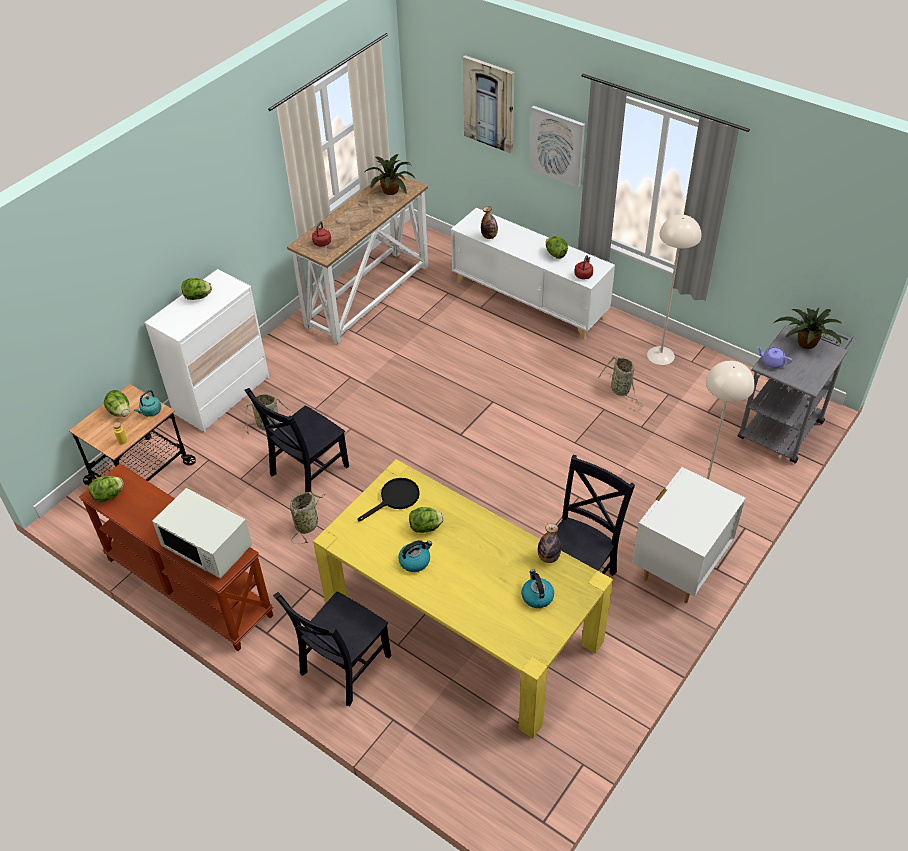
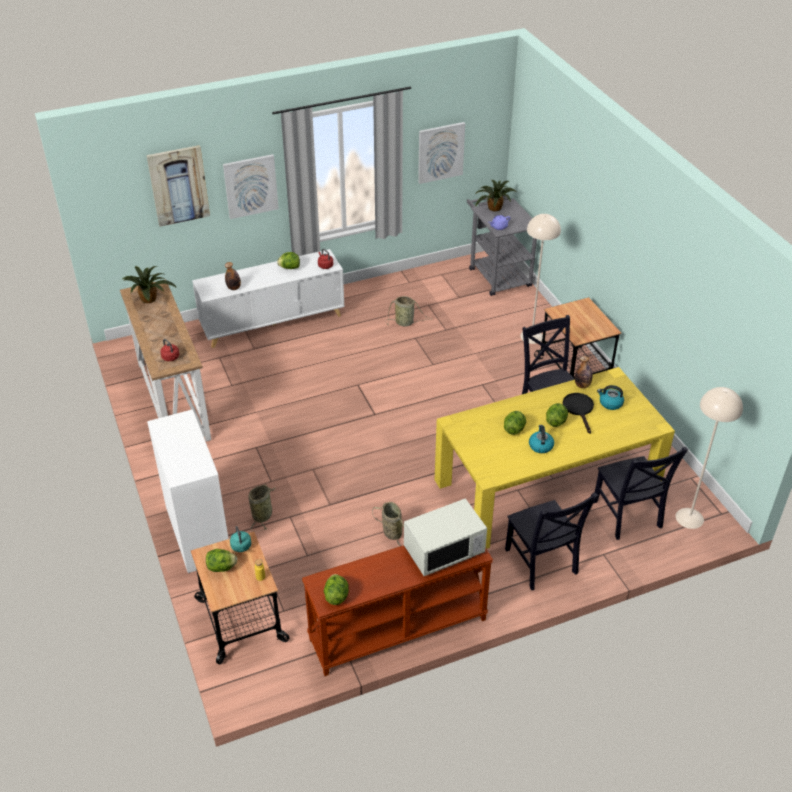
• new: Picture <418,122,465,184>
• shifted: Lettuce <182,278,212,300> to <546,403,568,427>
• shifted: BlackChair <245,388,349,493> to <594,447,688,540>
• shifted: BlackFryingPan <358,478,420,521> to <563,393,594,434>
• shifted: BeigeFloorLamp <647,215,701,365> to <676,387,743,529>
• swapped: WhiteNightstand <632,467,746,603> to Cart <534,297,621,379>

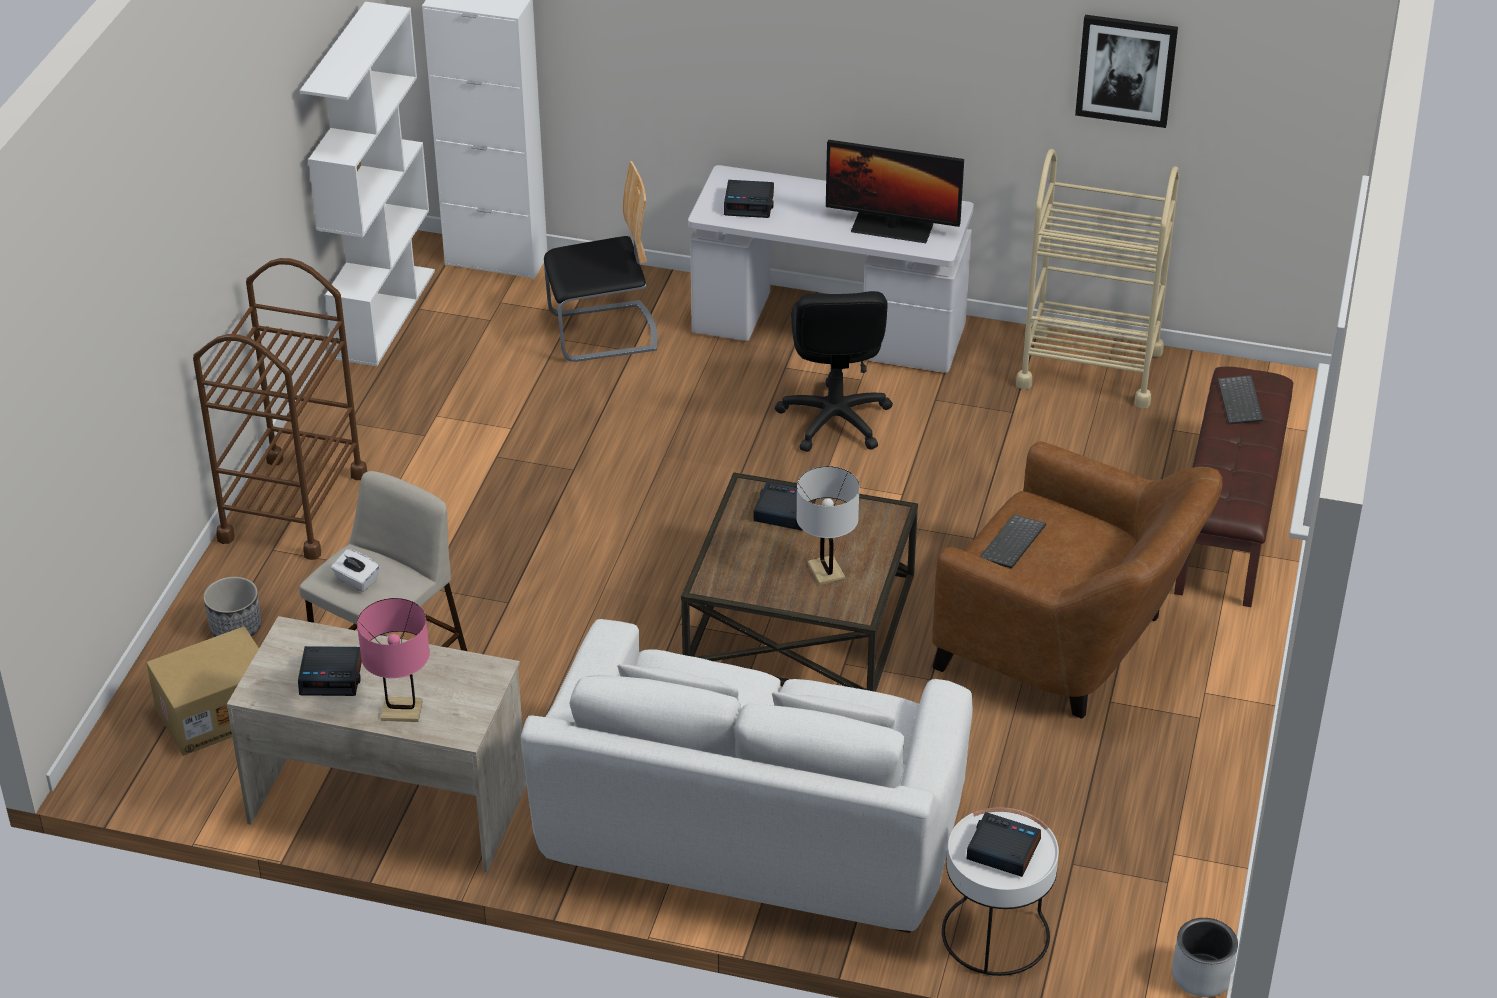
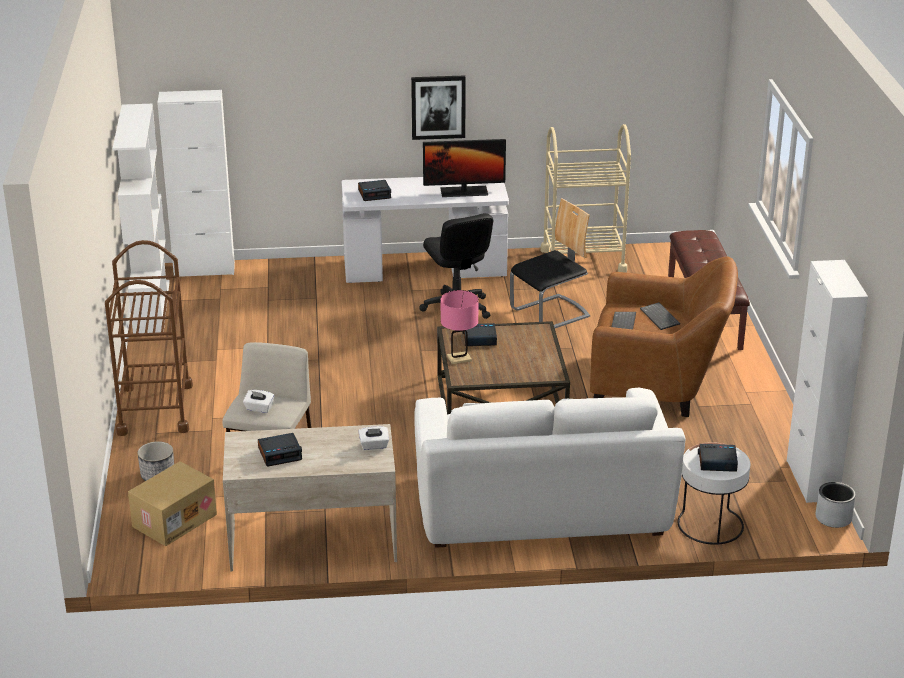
• gone: WhiteTableLamp <796,466,860,585>
• new: WhiteTissueBox <358,426,389,450>
• new: WhiteCabinet <787,260,868,503>
• shifted: PinkTableLamp <357,598,430,722> to <441,290,479,364>
• shifted: Chair <544,161,658,362> to <510,198,590,328>
• shifted: Picture <1075,15,1178,128> to <411,75,466,140>
• shifted: Keyboard <1218,375,1263,424> to <640,302,680,330>

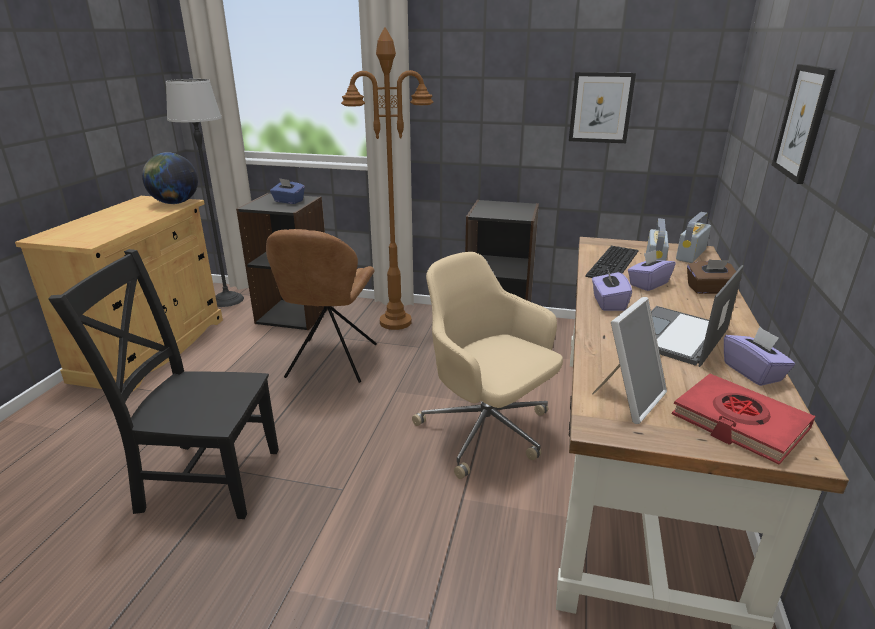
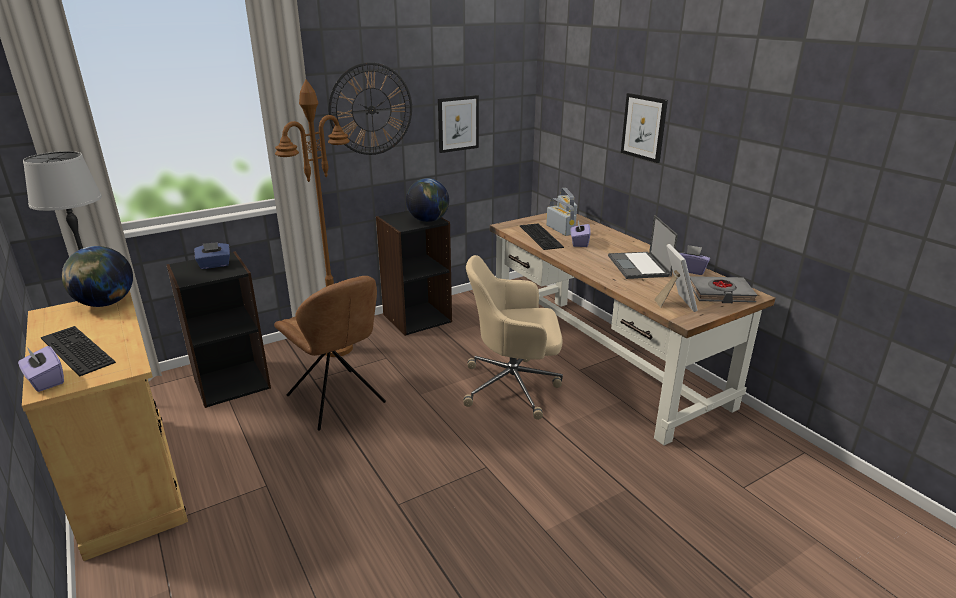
• gone: BlackChair <48,249,279,519>
• gone: BrownTissueBox <687,259,741,294>
• new: Keyboard <41,326,116,377>
• new: WallClock <328,62,412,155>
• new: Globe <406,178,449,222>
• shifted: PurpleTissueBox <592,268,632,311> to <18,346,64,392>
• repainted: RedBook <672,374,815,465> to GreyBook <690,276,757,303>

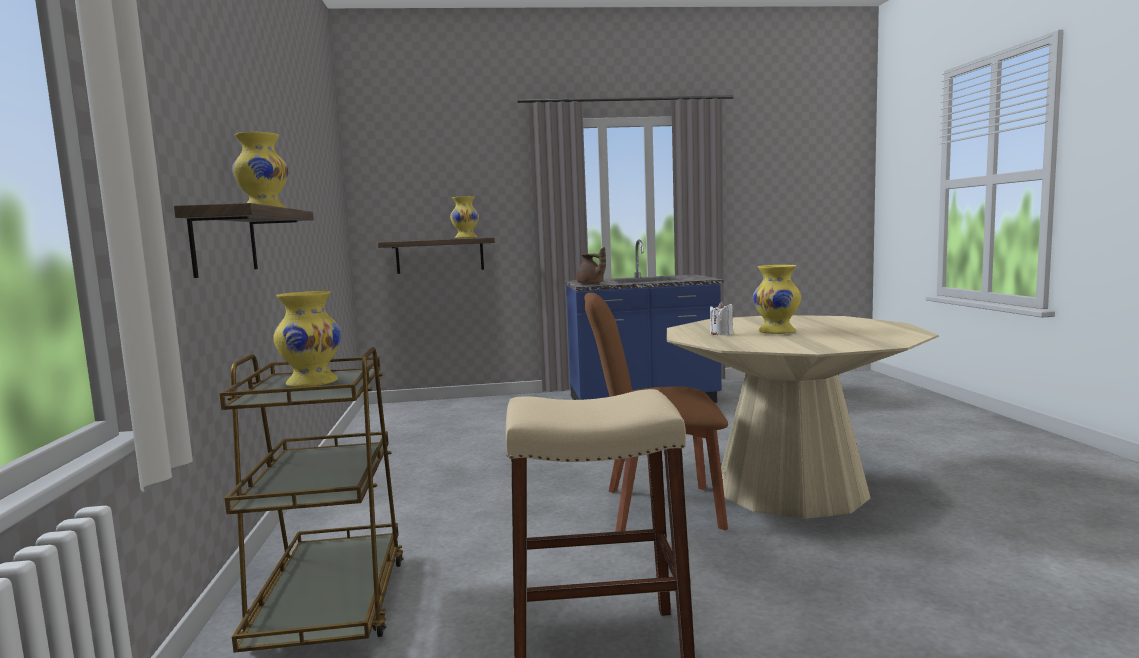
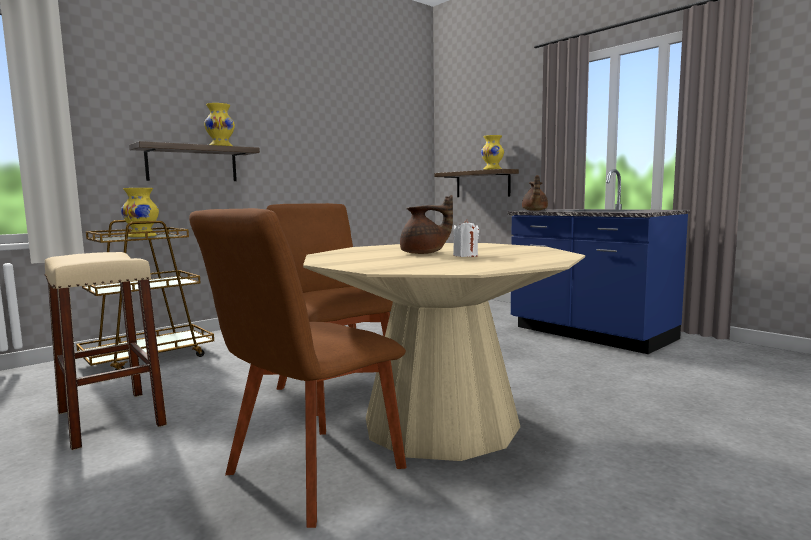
• new: BrownChair <189,208,407,528>
• shifted: WhiteCandle <710,301,733,335> to <453,220,479,257>
• swapped: YellowVase <753,265,801,334> to BrownTeapot <400,195,453,254>

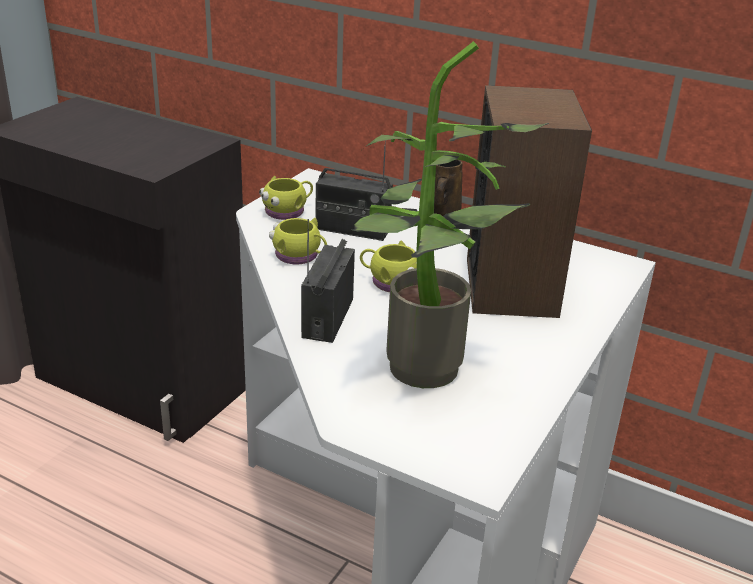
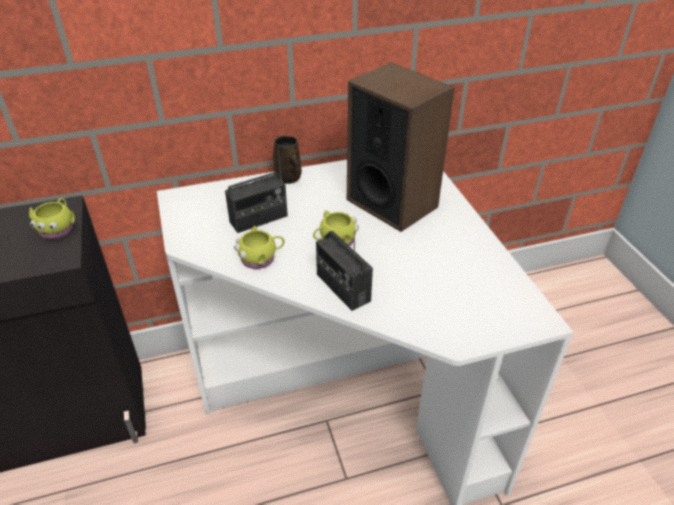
• gone: PottedPlant <350,41,549,388>
• shifted: YellowMug <259,176,313,220> to <29,198,75,239>

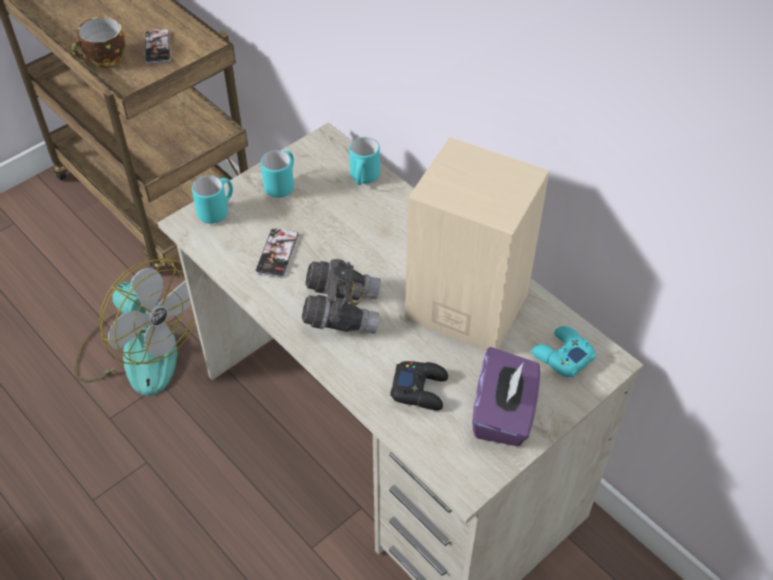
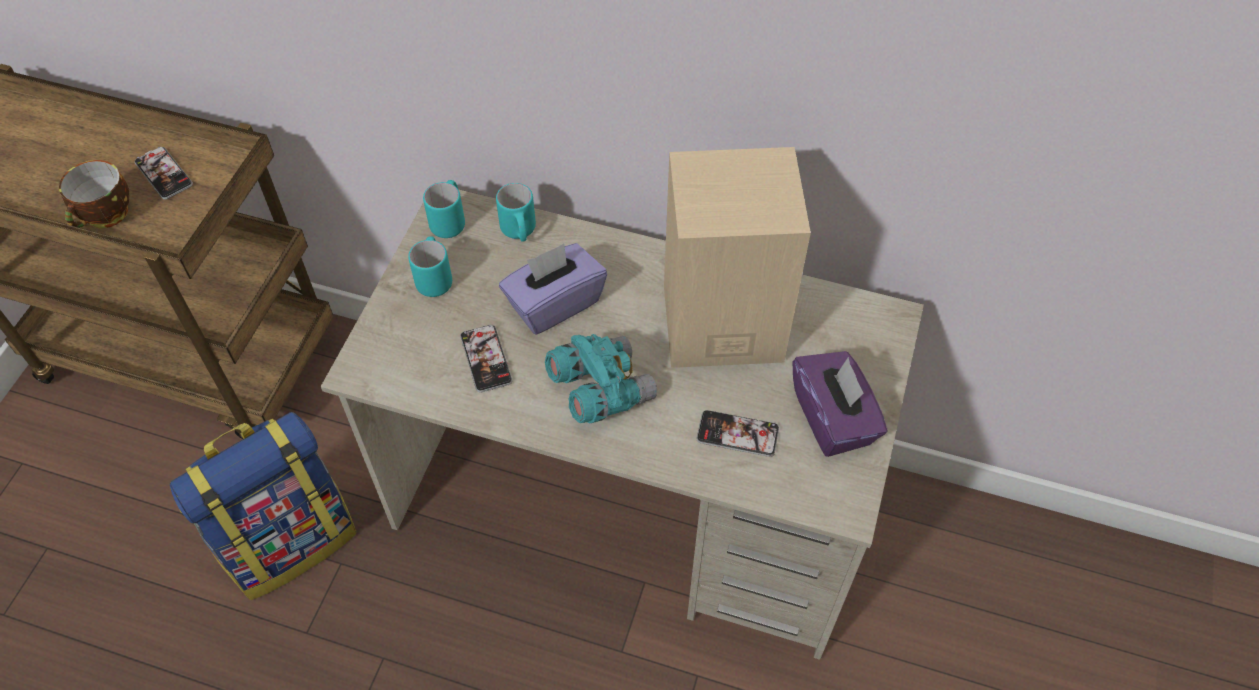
• gone: TurquoiseGameController <532,326,596,378>
• new: PurpleTissueBox <499,243,607,334>
• shifted: TurquoiseMug <192,176,233,224> to <423,180,465,238>
• swapped: Fan <75,258,196,396> to Backpack <170,412,357,600>
• swapped: BlackGameController <390,361,448,411> to Phone <696,410,779,457>
• repainted: GreyBinoculars <302,259,381,334> to TurquoiseBinoculars <545,334,657,423>

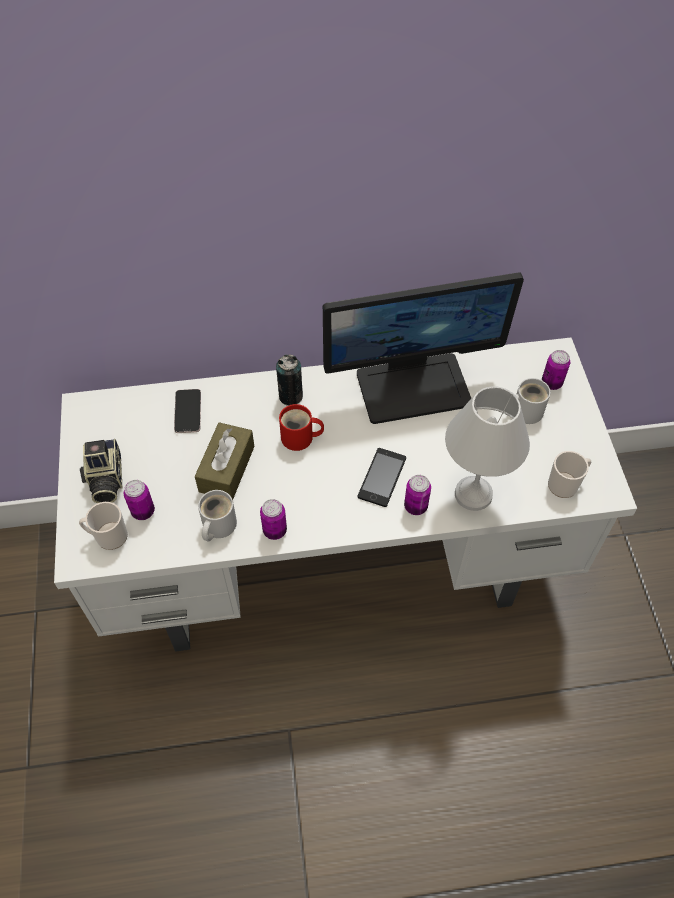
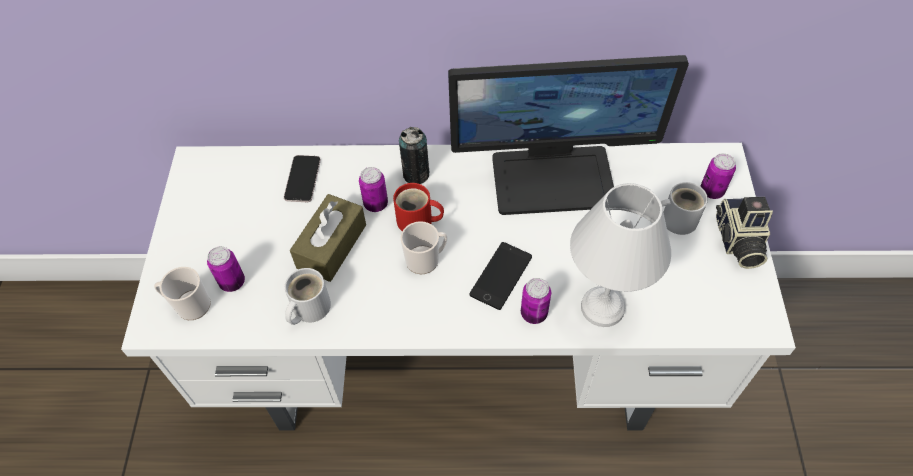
• shifted: PhotoCamera <80,439,123,503> to <716,197,773,269>
• shifted: Can <260,499,287,540> to <359,167,388,212>
• shifted: Mug <548,451,591,498> to <401,221,447,274>

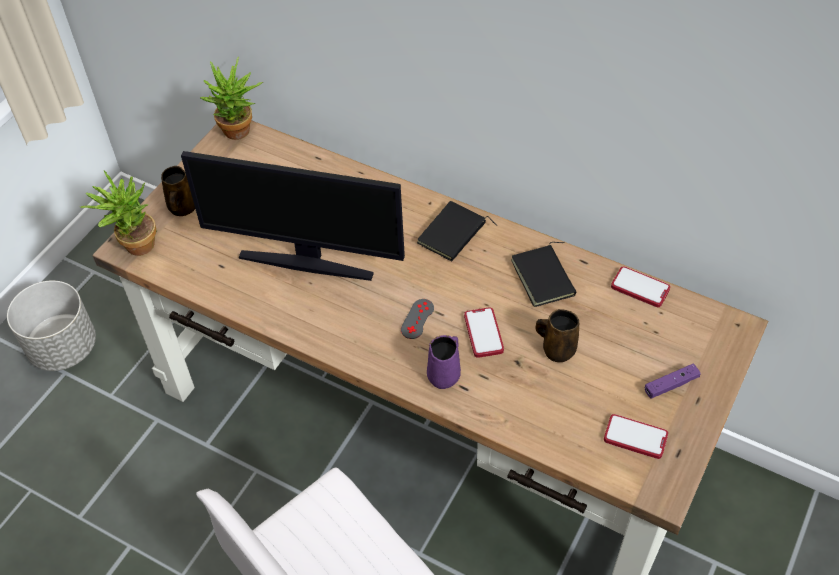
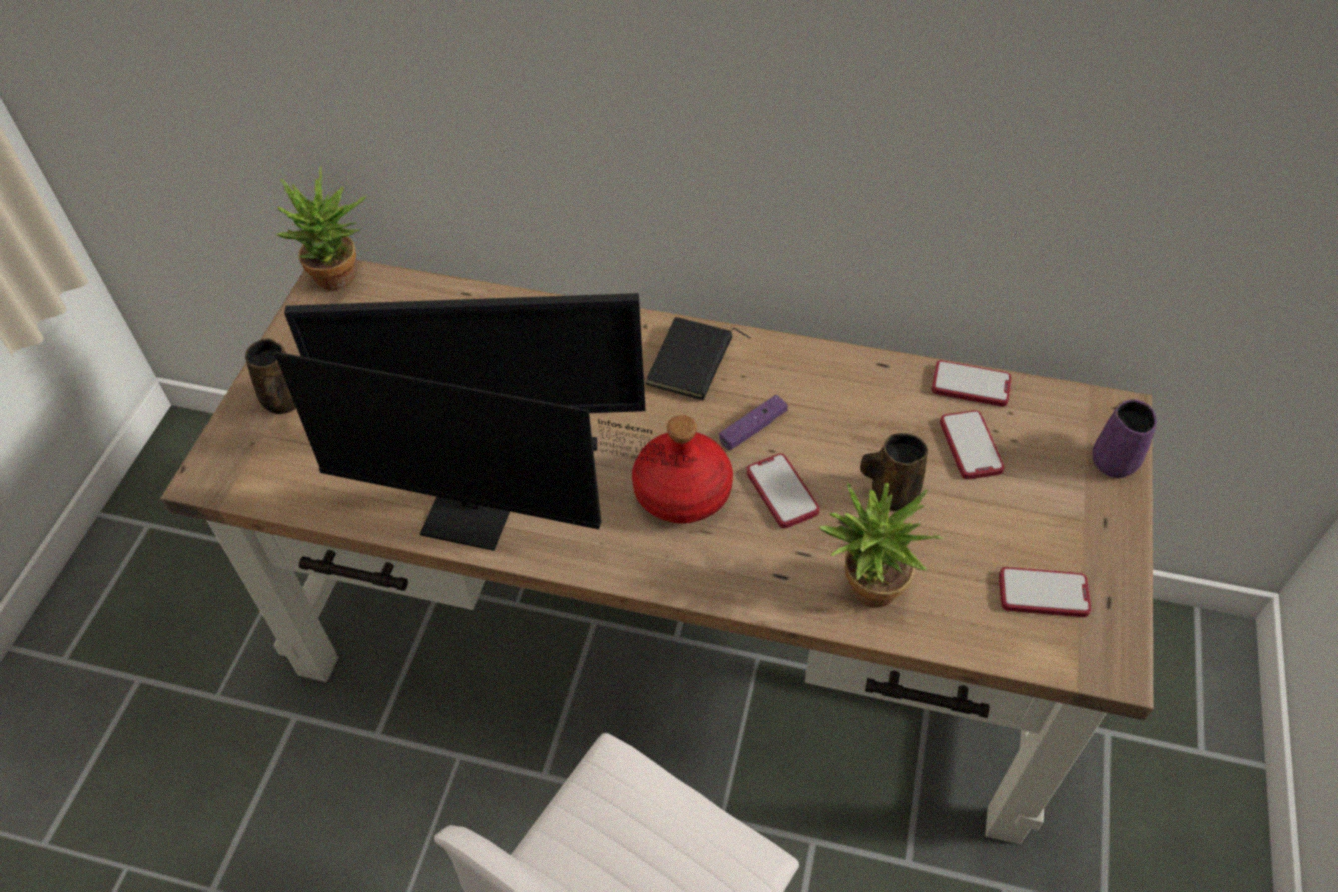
• gone: GreyPlanter <7,280,96,371>
• gone: BlackBook <511,242,577,307>
• new: Monitor <275,352,697,551>
• new: Phone <940,410,1005,479>
• shifted: PottedPlant <80,171,156,256> to <819,483,943,608>
• shifted: PurpleMug <427,335,461,389> to <1093,399,1157,478>
• shifted: PurpleGameController <645,364,701,398> to <719,395,788,451>
• swapped: GreyGameController <401,299,434,339> to RedBottle <632,415,733,524>

